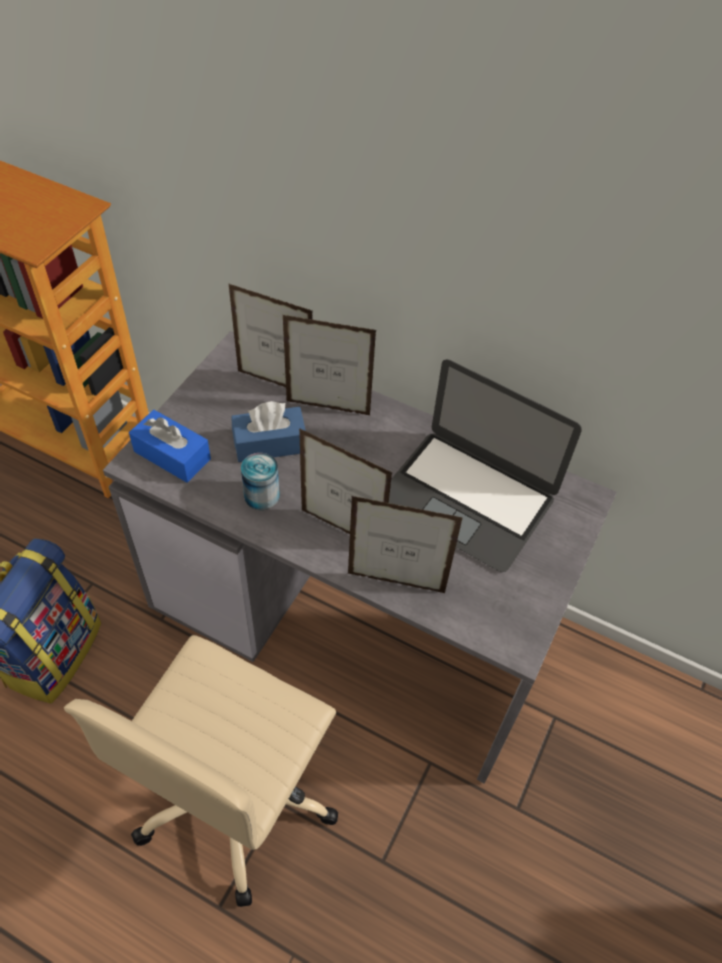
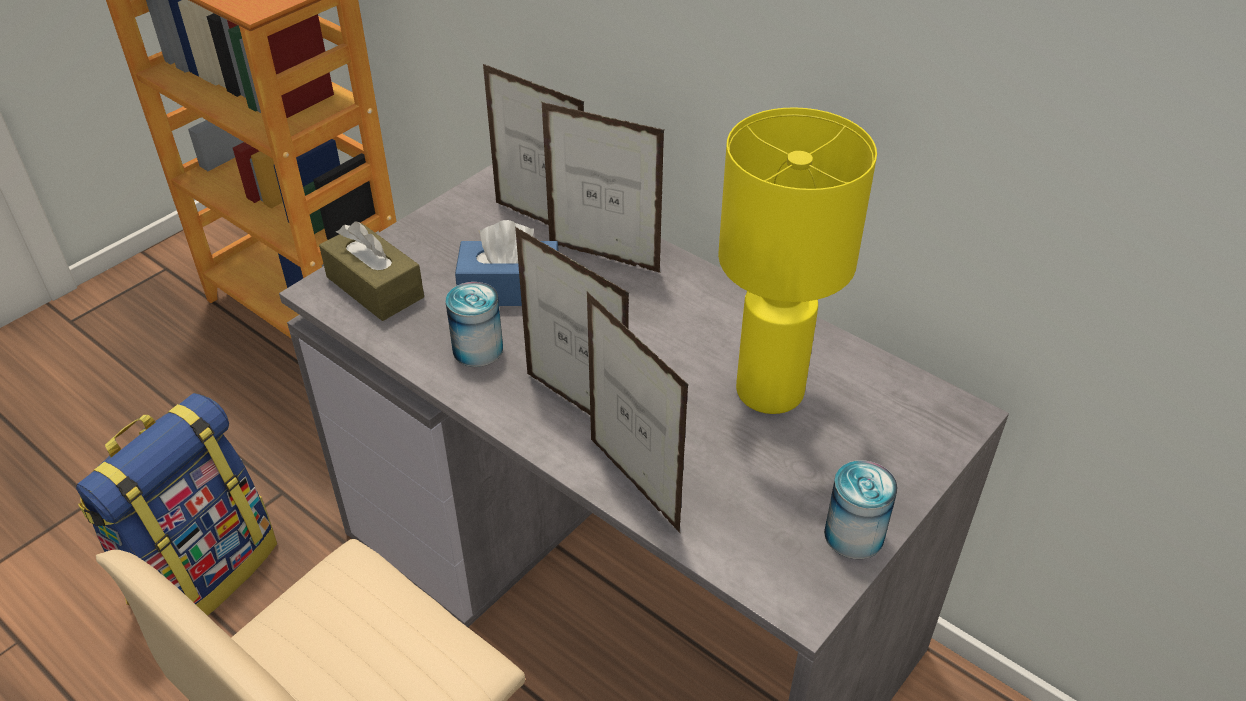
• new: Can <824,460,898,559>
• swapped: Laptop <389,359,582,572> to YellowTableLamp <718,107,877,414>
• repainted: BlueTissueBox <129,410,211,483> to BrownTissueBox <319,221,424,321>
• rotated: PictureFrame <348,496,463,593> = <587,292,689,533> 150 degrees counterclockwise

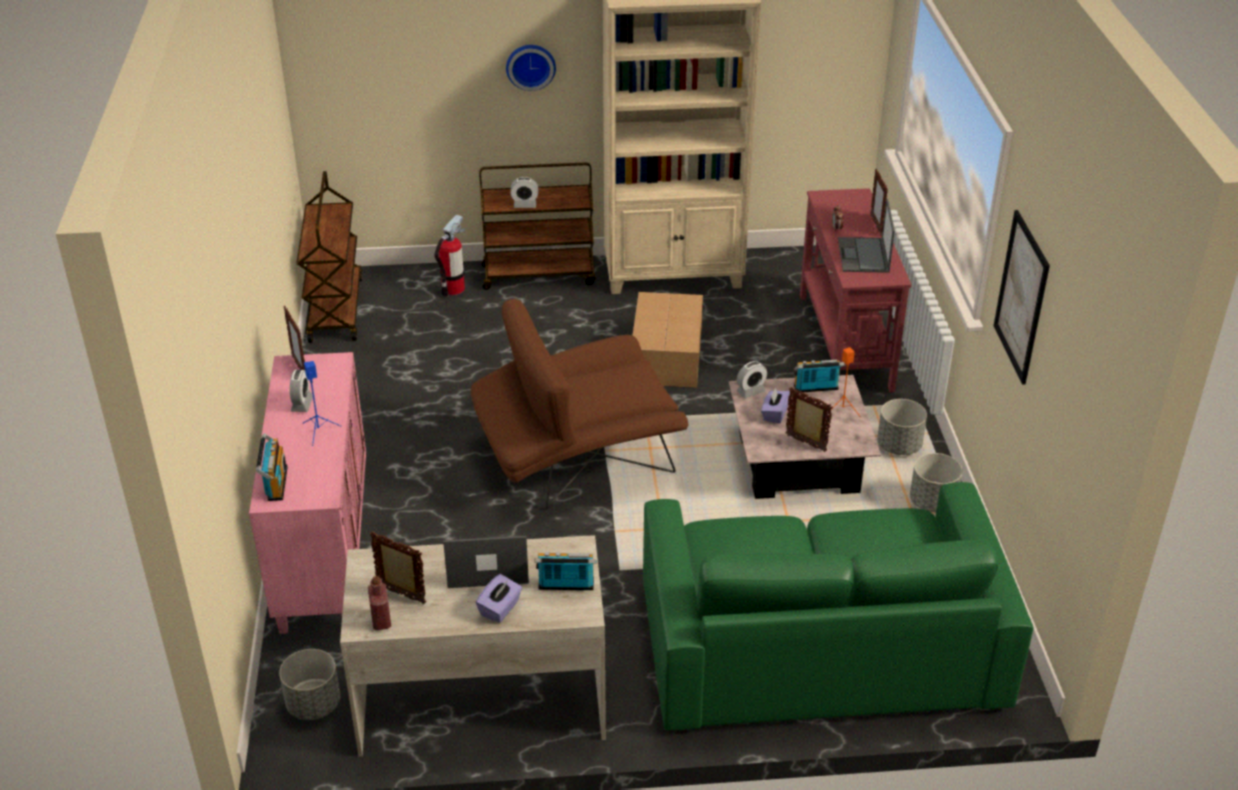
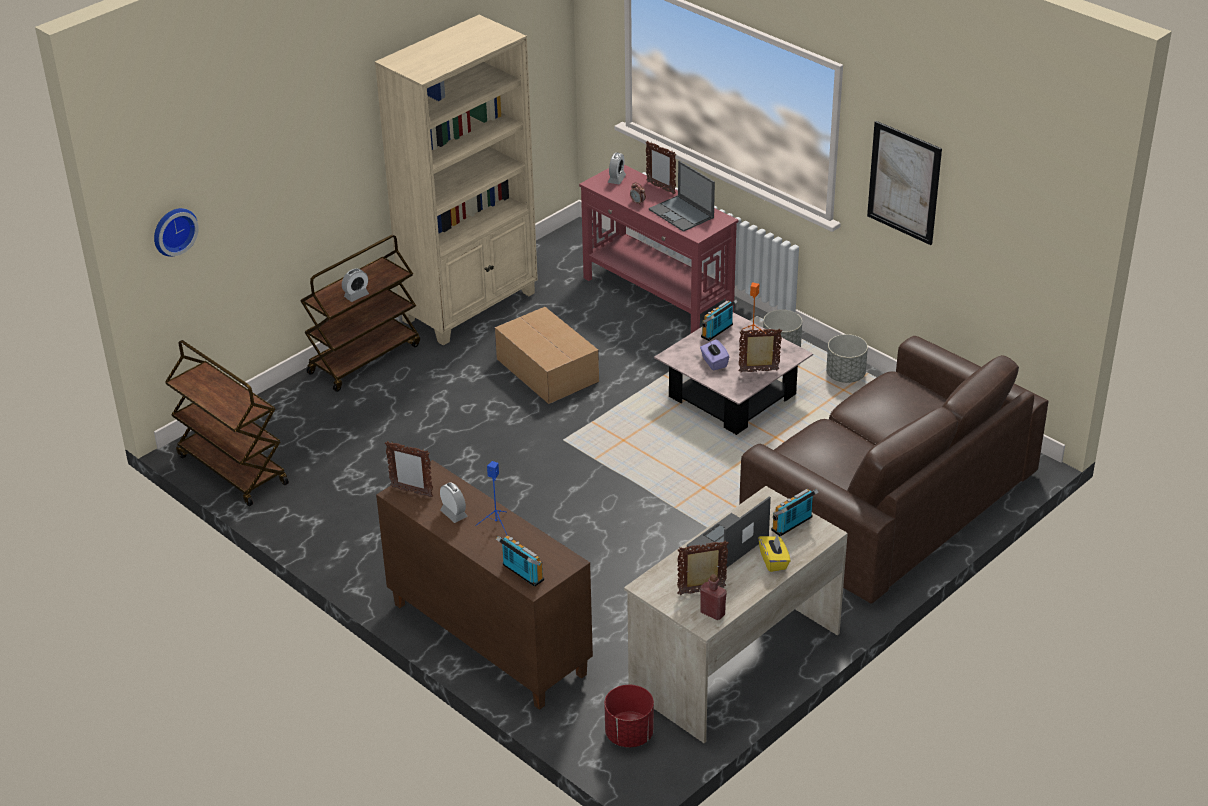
• gone: FireExtinguisher <435,214,465,296>
• gone: BrownArmchair <471,299,689,509>
• shifted: WallClock <506,45,556,91> to <154,208,199,257>
• shifted: AlarmClock <737,361,767,398> to <608,153,626,184>
• repainted: PinkCabinet <249,352,366,634> to BrownCabinet <376,460,593,710>
• repainted: GreyPlanter <279,649,341,720> to RedPlanter <604,685,654,748>
• repainted: PurpleTissueBox <476,574,522,623> to YellowTissueBox <759,536,791,572>
• repainted: GreenSofa <643,482,1034,731> to BrownSofa <739,336,1048,603>

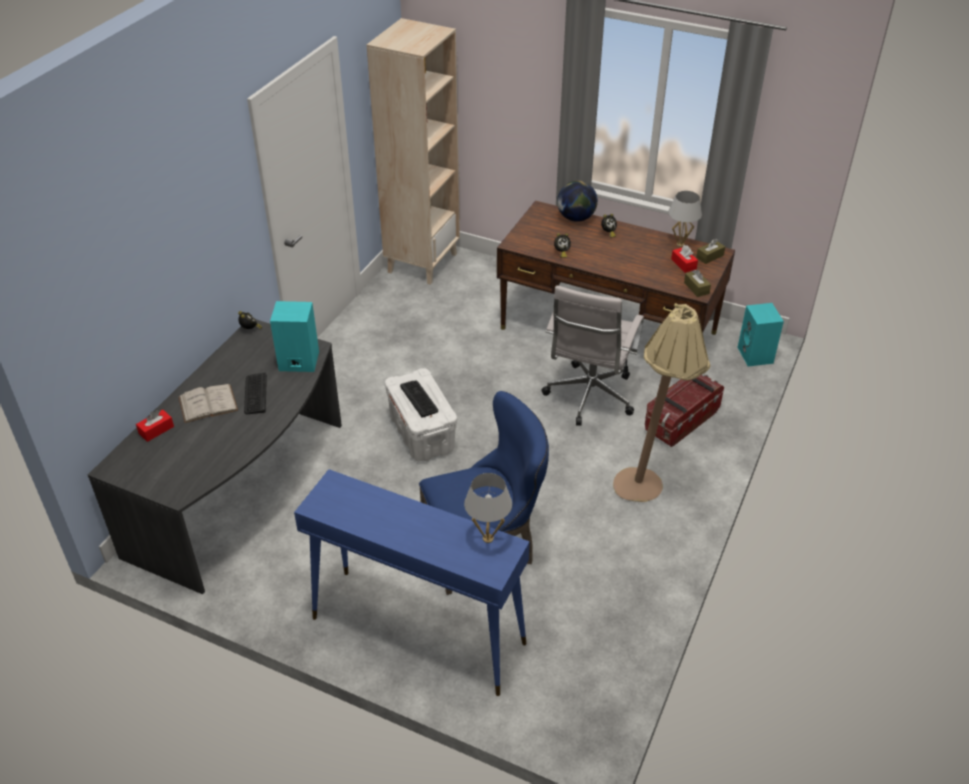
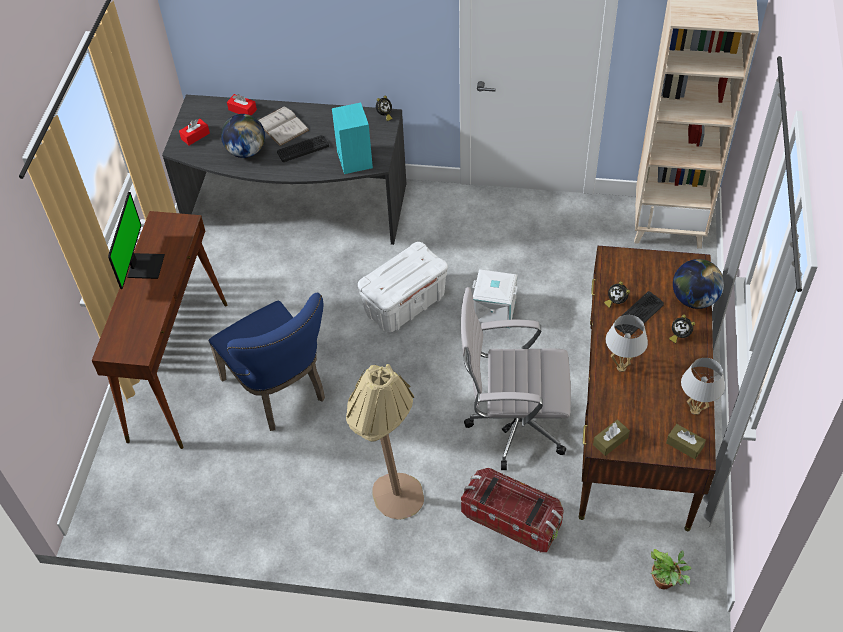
• new: Monitor <108,192,165,289>
• new: Globe <221,114,265,158>
• new: WhiteStorageBox <472,269,517,328>
• shifted: Keyboard <400,381,438,418> to <613,291,664,335>
• shifted: WhiteTableLamp <464,473,512,543> to <606,315,648,372>
• shifted: RedTissueBox <671,245,698,273> to <179,119,210,146>
• swapped: TurquoiseSpeaker <737,303,784,366> to PottedPlant <651,549,691,589>
• repainted: BlueConsoleTable <294,469,530,696> to BrownConsoleTable <92,211,227,449>

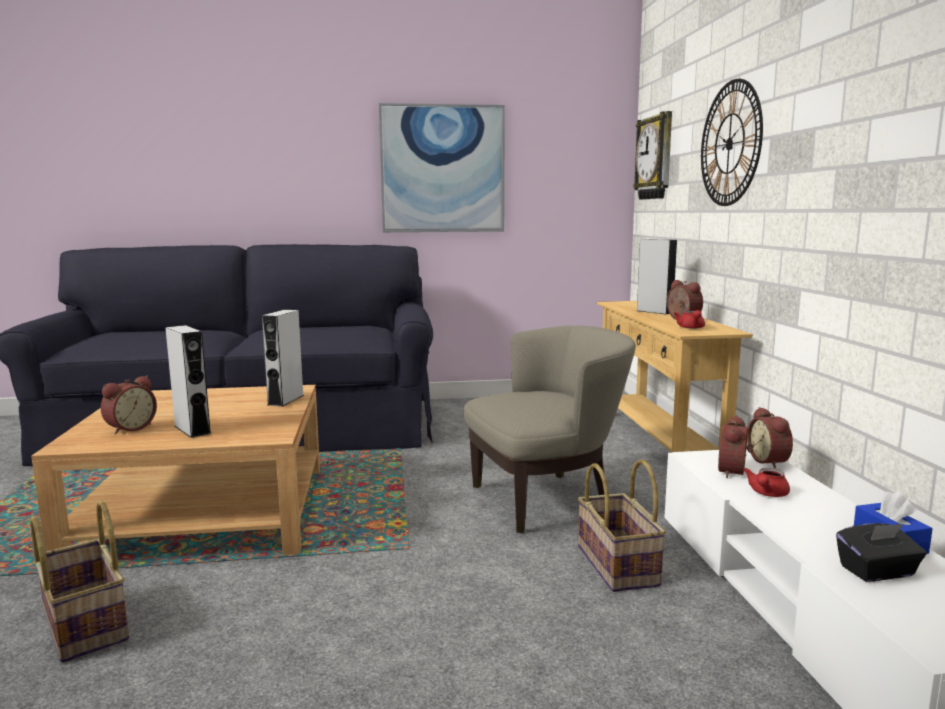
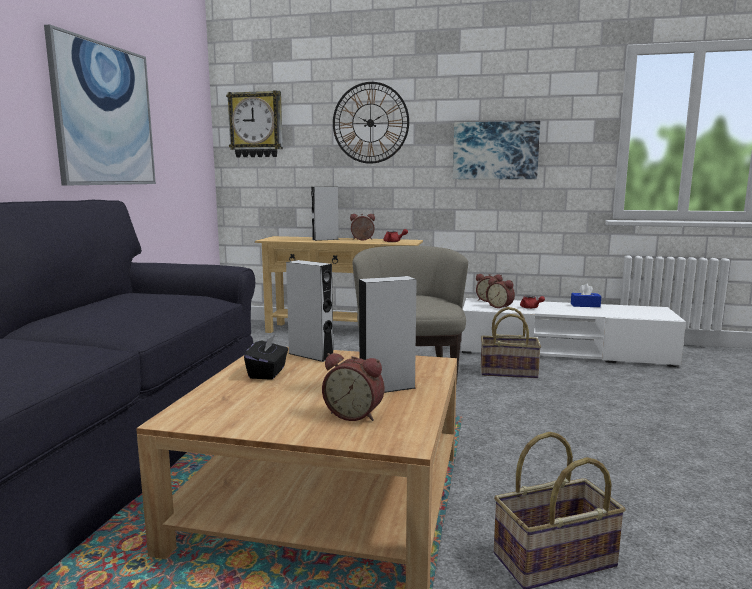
• new: Picture <453,121,540,179>
• shifted: BlackTissueBox <836,523,926,582> to <244,335,288,380>
• rotated: AlarmClock <101,376,157,434> = <322,353,384,421> 150 degrees clockwise

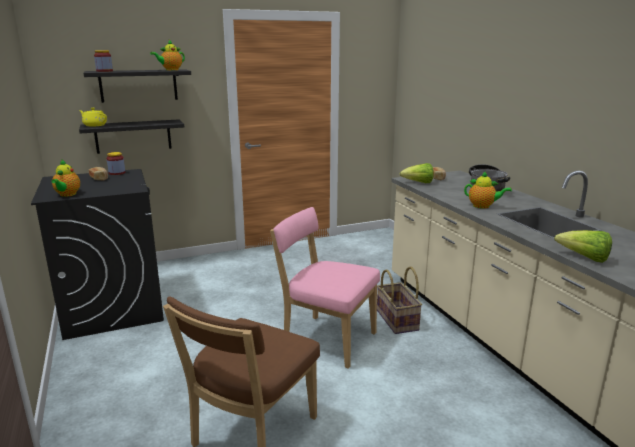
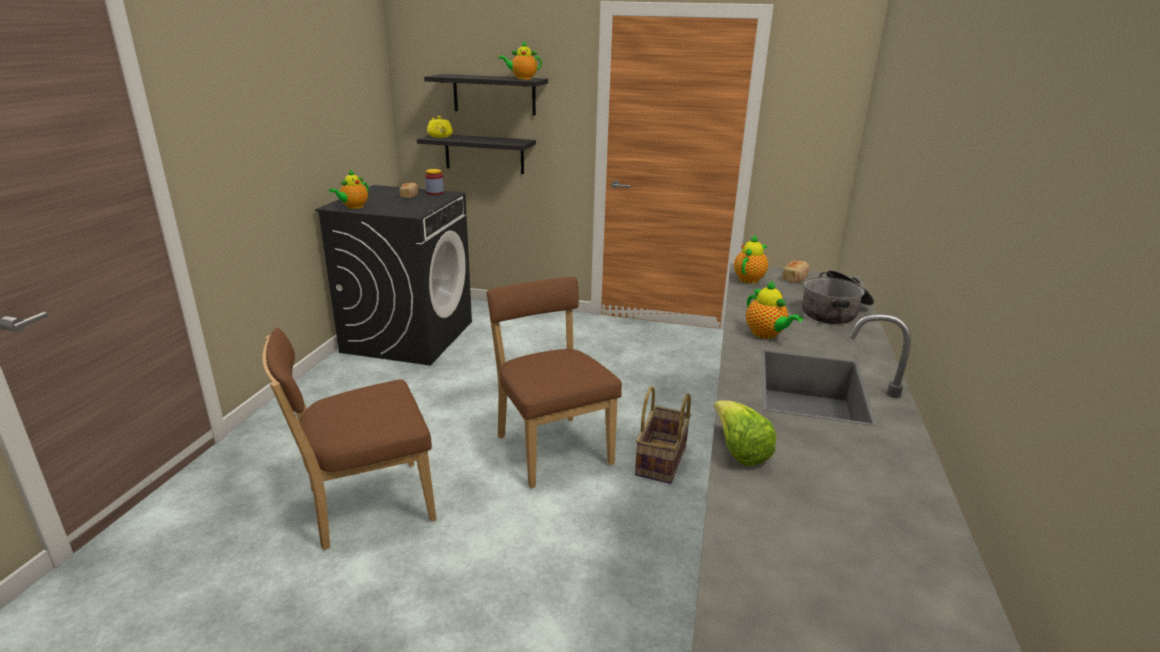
• gone: Jar <94,50,113,72>
• swapped: Lettuce <400,163,434,183> to Teapot <734,234,768,284>
• repainted: PinkChair <270,207,380,369> to BrownChair <487,277,622,488>

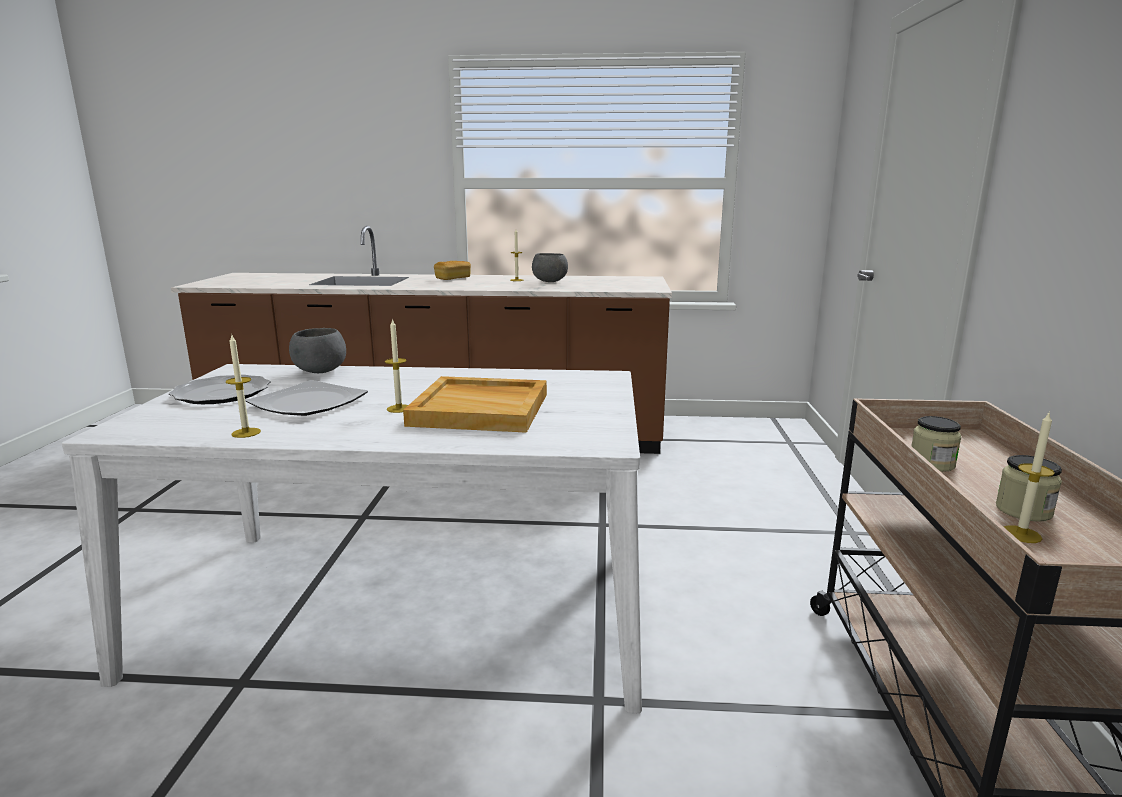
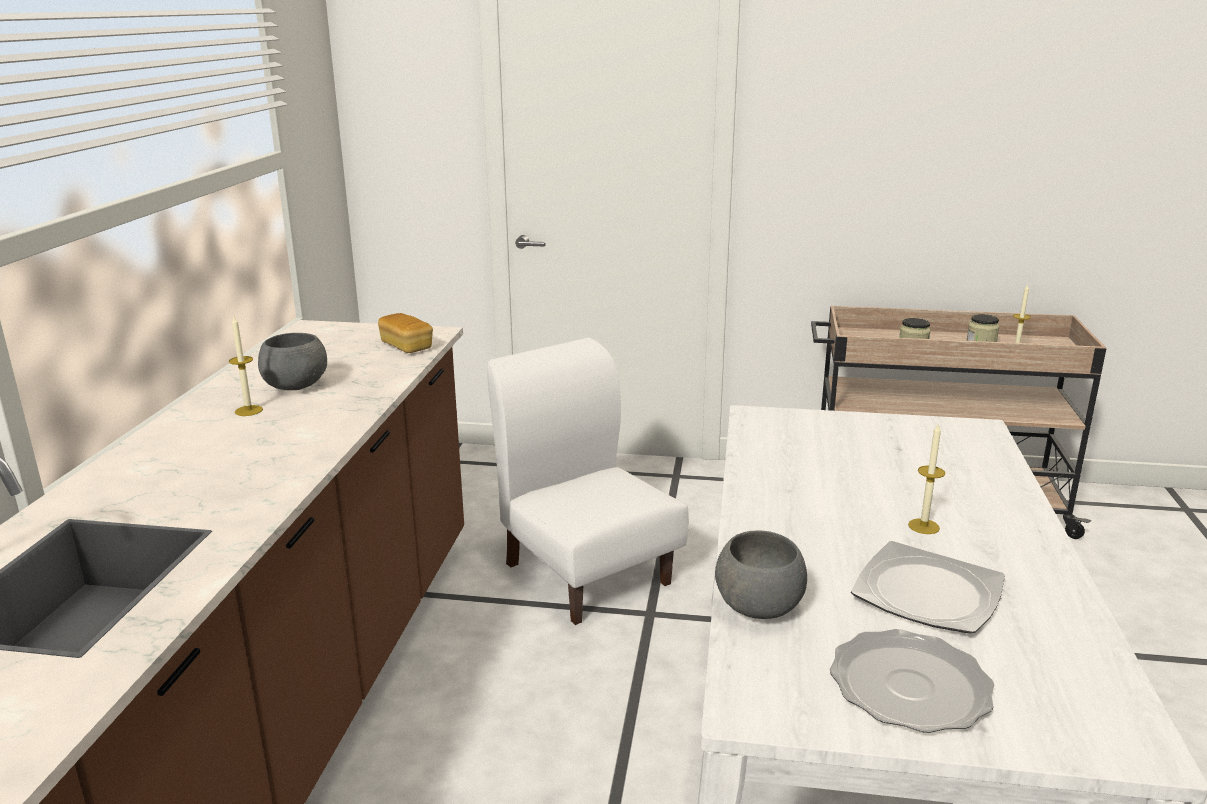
• gone: Candle <226,335,261,438>
• gone: BeigeTray <403,376,547,433>
• new: WhiteChair <487,338,689,625>
• shifted: Bread <434,261,471,280> to <378,313,433,353>

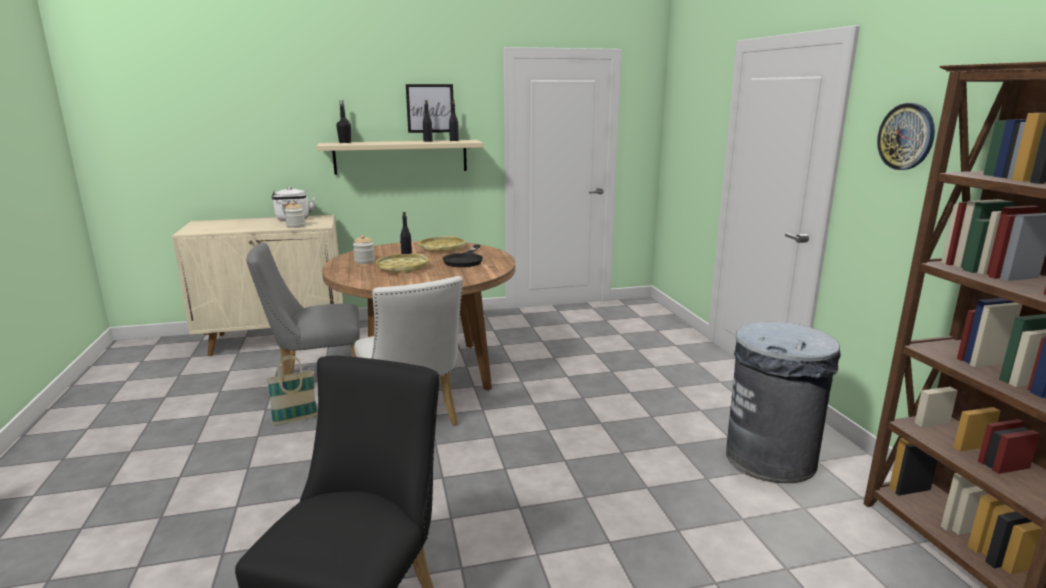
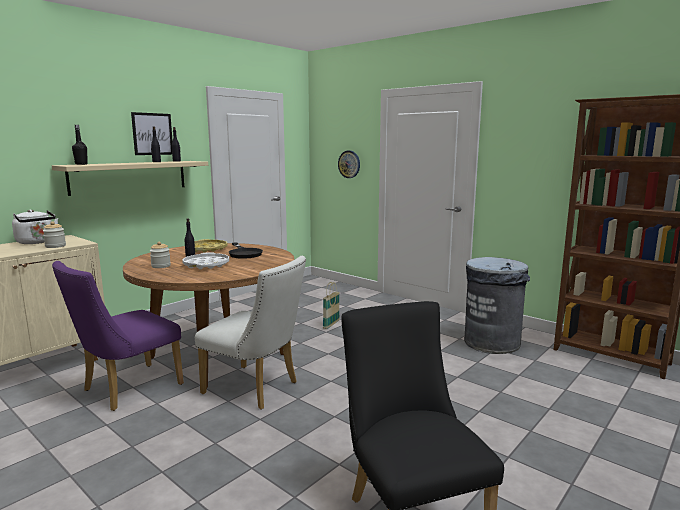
• shifted: Basket <266,355,318,425> to <323,282,340,329>
• shifted: WallClock <877,103,935,170> to <338,151,360,178>
• repainted: GreyChair <246,242,360,375> to PurpleChair <52,261,184,411>
• repainted: YellowTray <376,253,429,273> to WhiteTray <182,252,229,269>

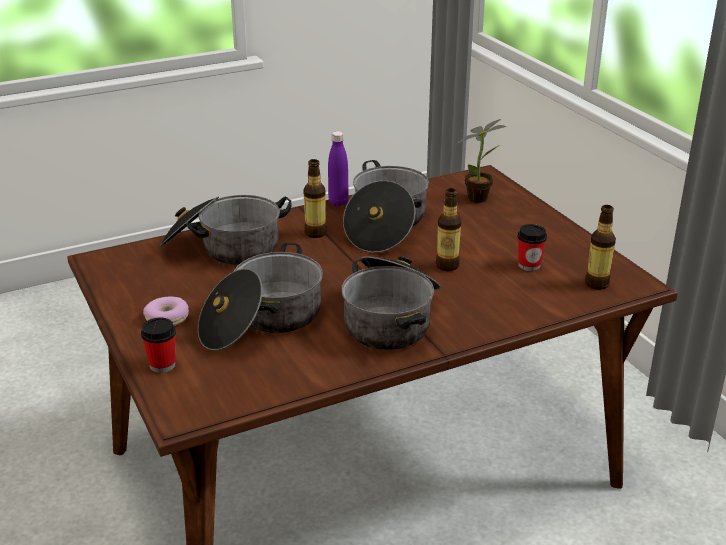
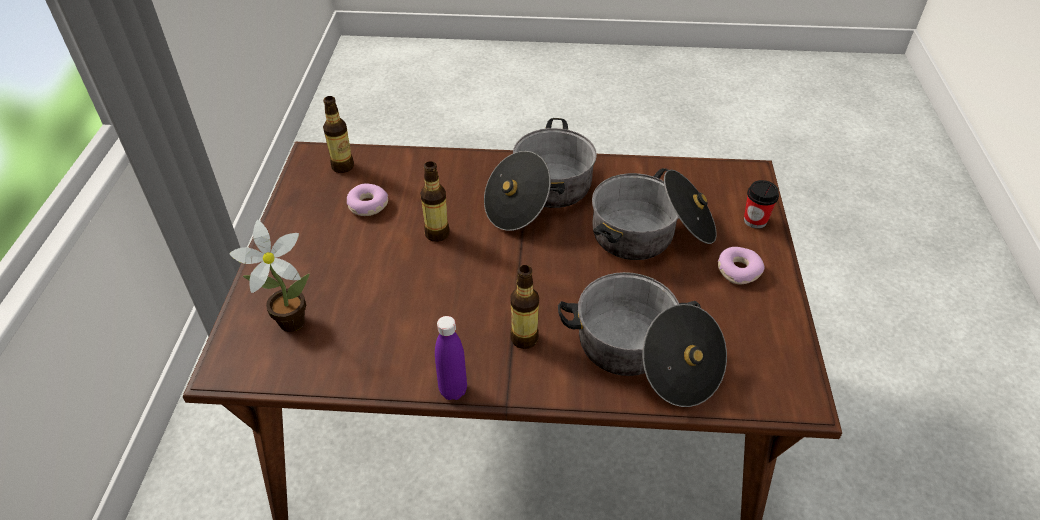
• gone: CookingPot <343,160,429,252>
• swapped: Cup <518,224,547,271> to Donut <347,183,388,216>

